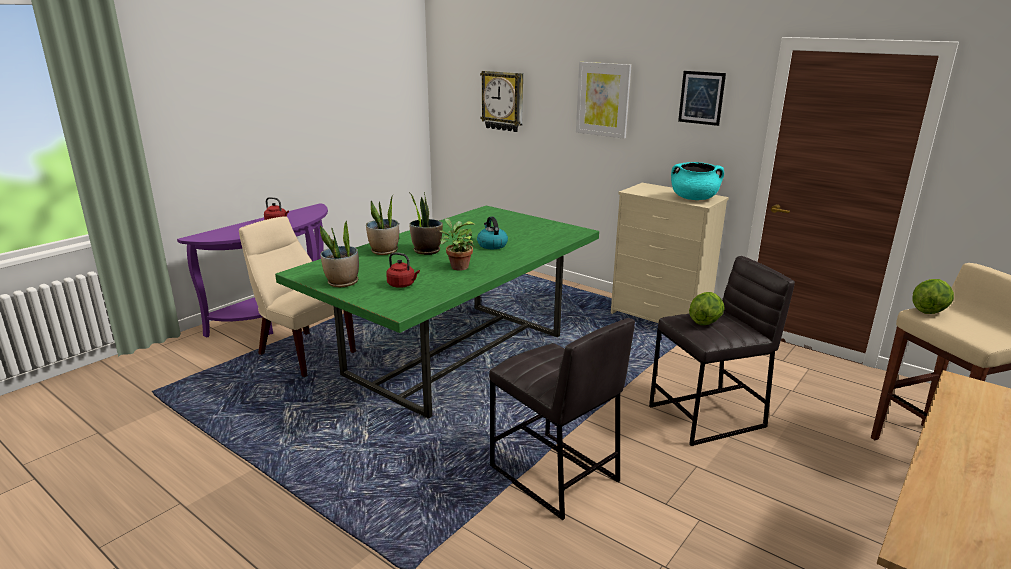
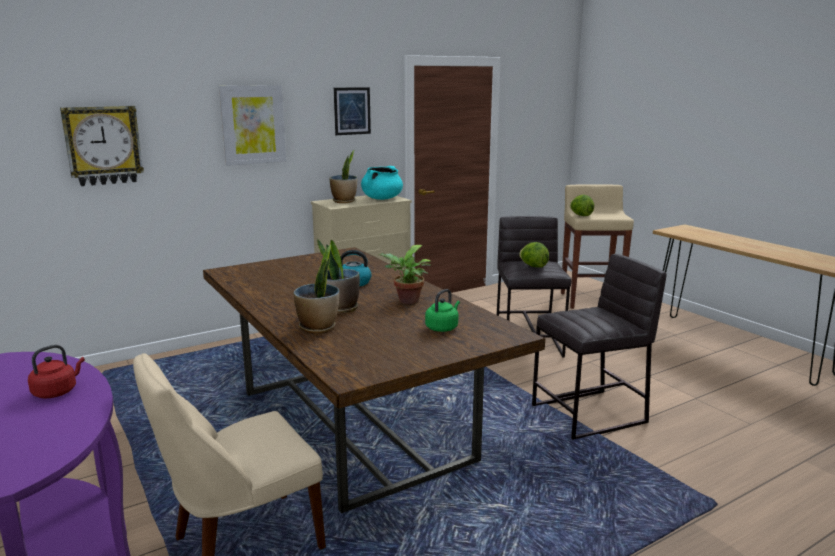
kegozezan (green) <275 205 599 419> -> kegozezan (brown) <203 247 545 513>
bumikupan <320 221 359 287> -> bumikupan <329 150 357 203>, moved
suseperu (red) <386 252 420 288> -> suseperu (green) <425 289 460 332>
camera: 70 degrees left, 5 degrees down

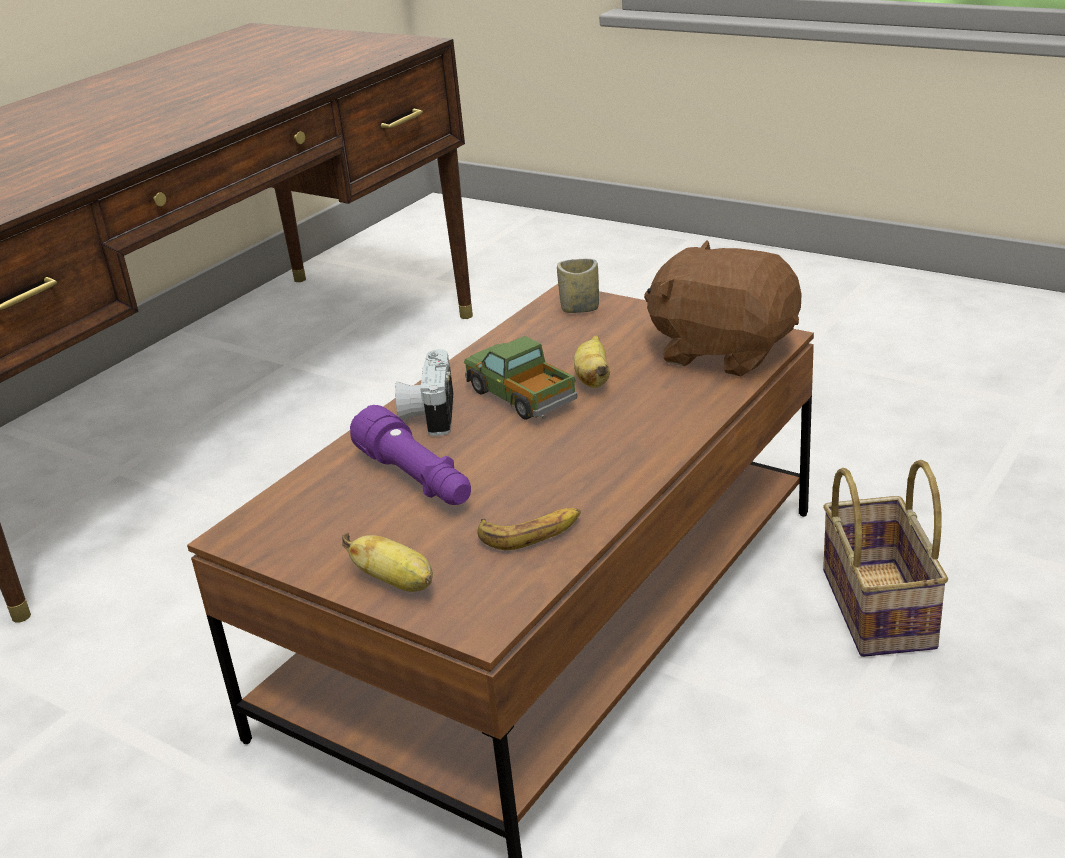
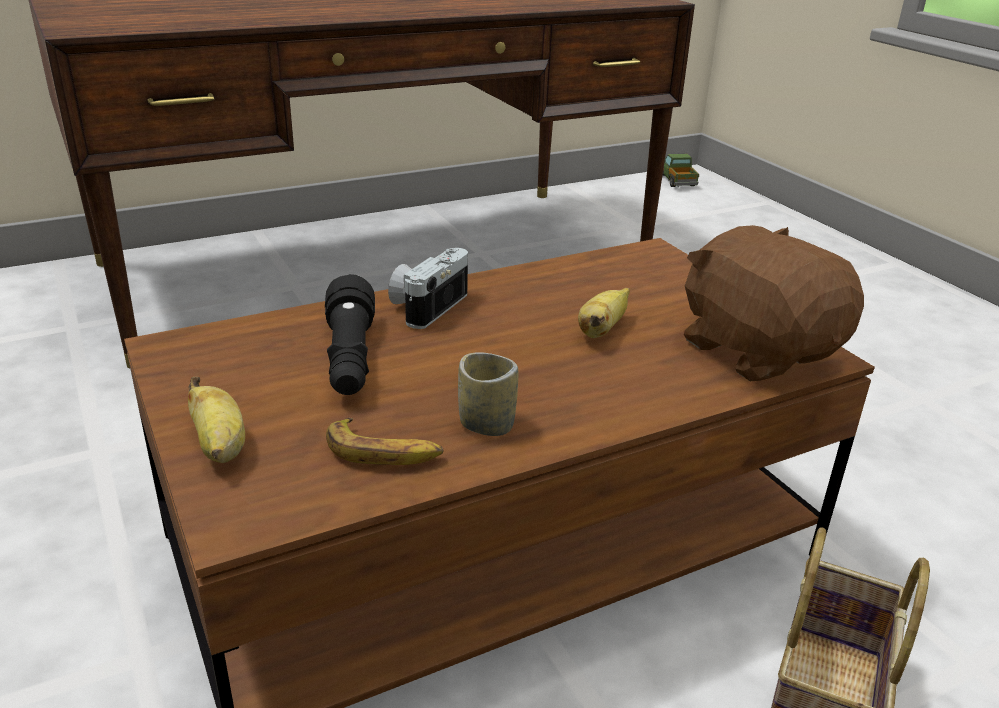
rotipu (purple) <350 405 471 505> -> rotipu (black) <325 274 375 395>
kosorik <557 259 599 313> -> kosorik <458 352 518 436>, moved
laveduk <464 336 577 420> -> laveduk <662 154 699 187>, moved
camera: 25 degrees right, 0 degrees up

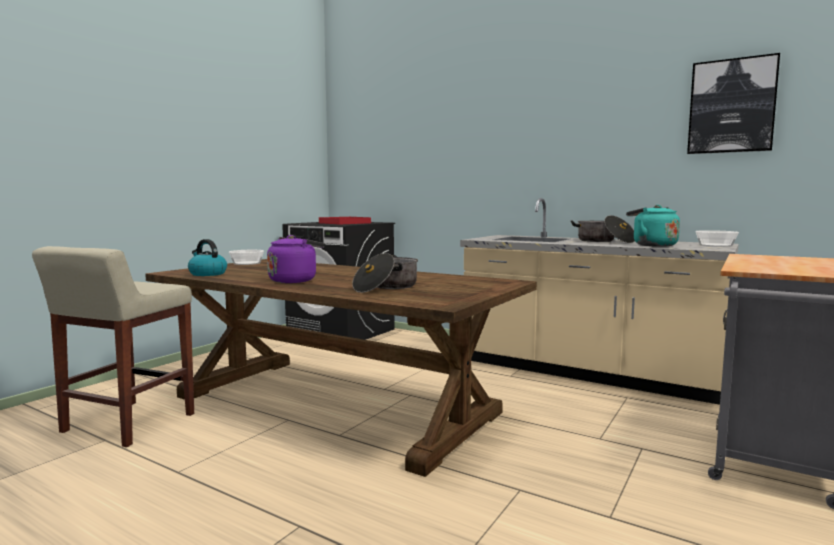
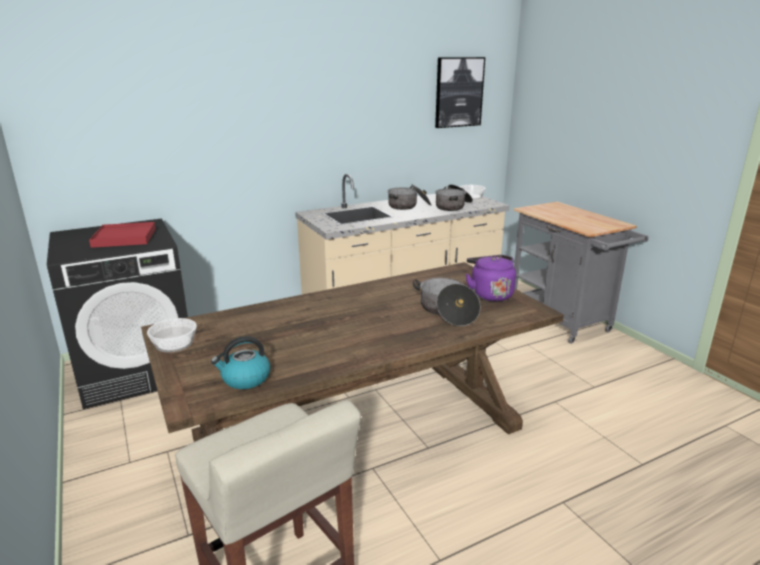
suseperu (turquoise) <626 205 680 247> -> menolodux <435 185 473 211>
suseperu (purple) <267 235 325 283> -> suseperu (purple) <466 255 516 302>, moved
camera: 60 degrees left, 15 degrees up

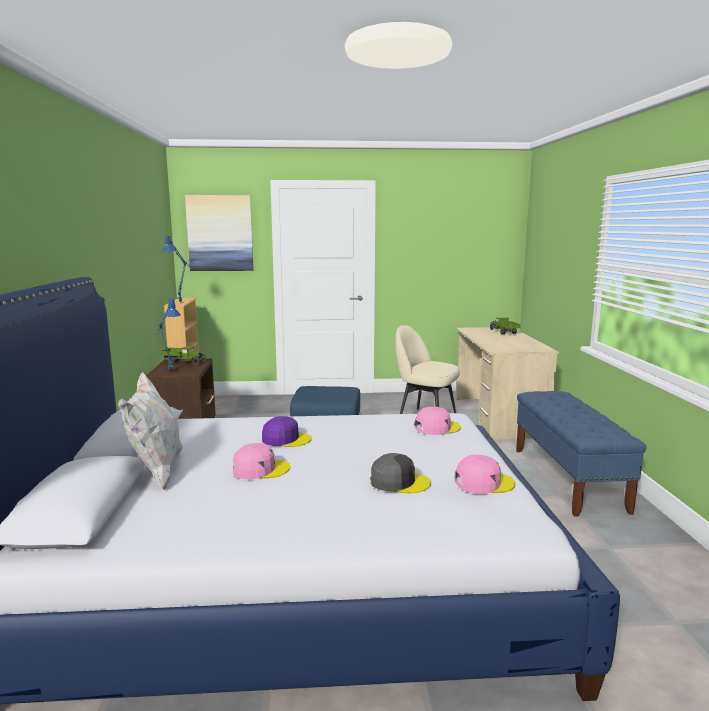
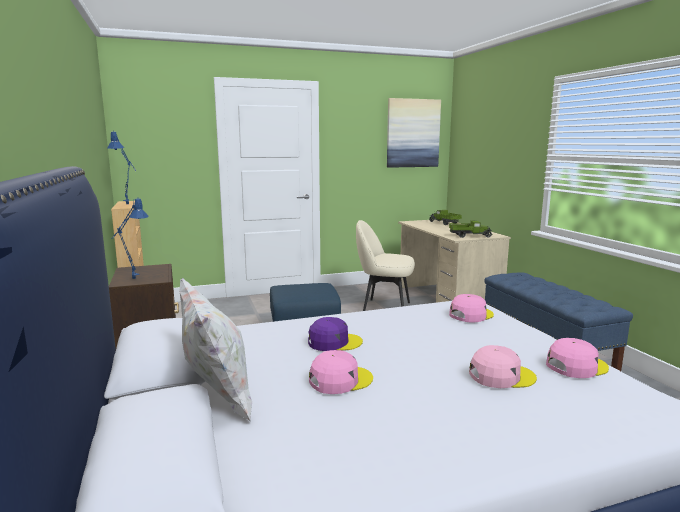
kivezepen <185 195 254 271> -> kivezepen <387 98 441 168>, moved
laveduk <161 346 206 365> -> laveduk <449 220 492 238>, moved
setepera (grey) <371 453 431 493> -> setepera (pink) <469 345 537 388>
camera: 15 degrees left, 0 degrees up

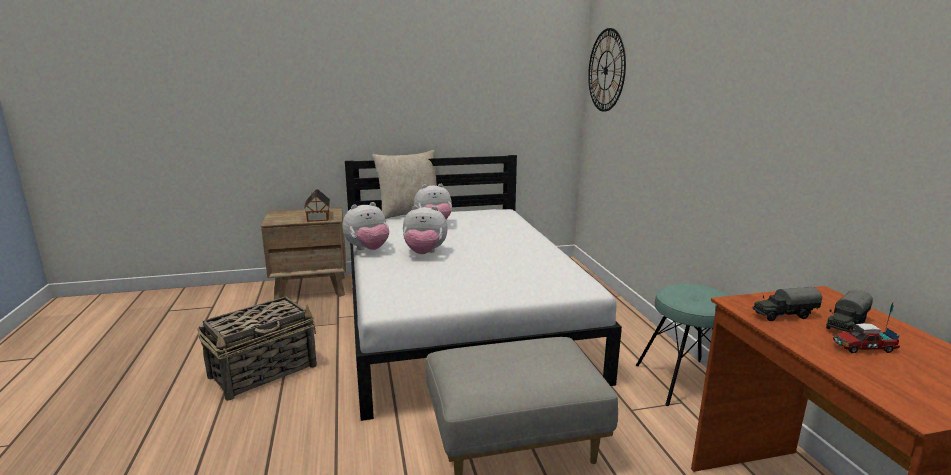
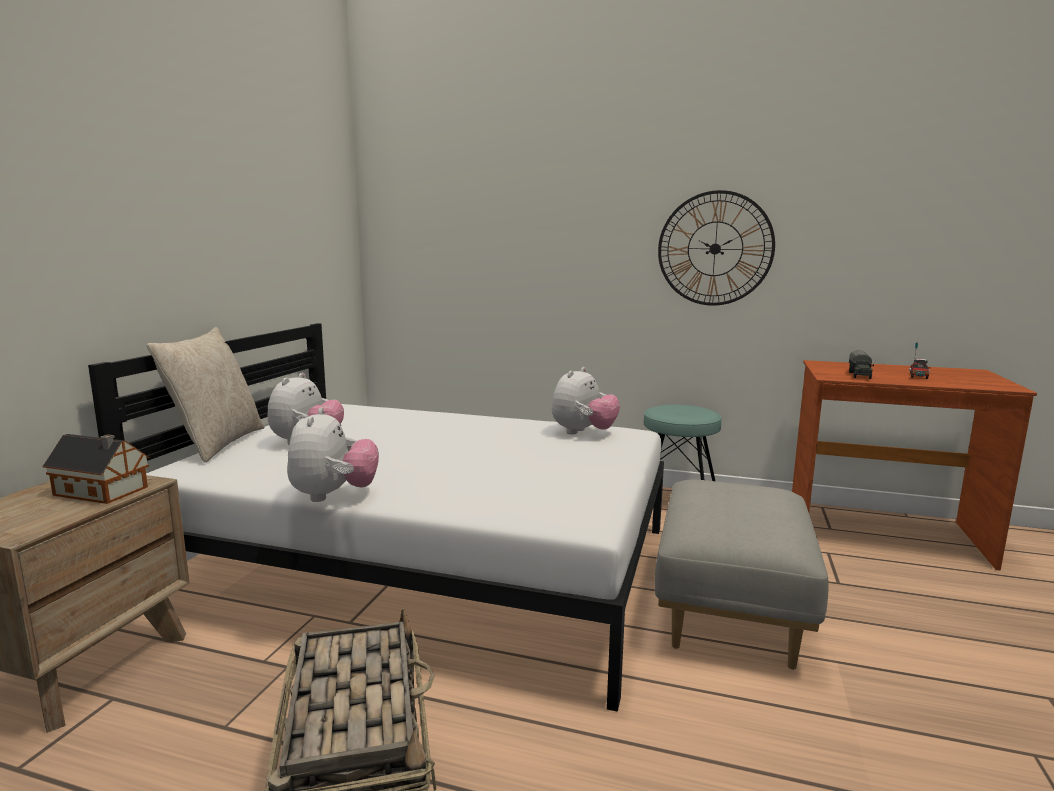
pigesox <403 206 448 254> -> pigesox <552 367 620 434>, moved
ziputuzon <588 28 626 112> -> ziputuzon <658 190 775 306>, moved
laveduk <826 290 873 332> -> none
camera: 60 degrees left, 5 degrees down

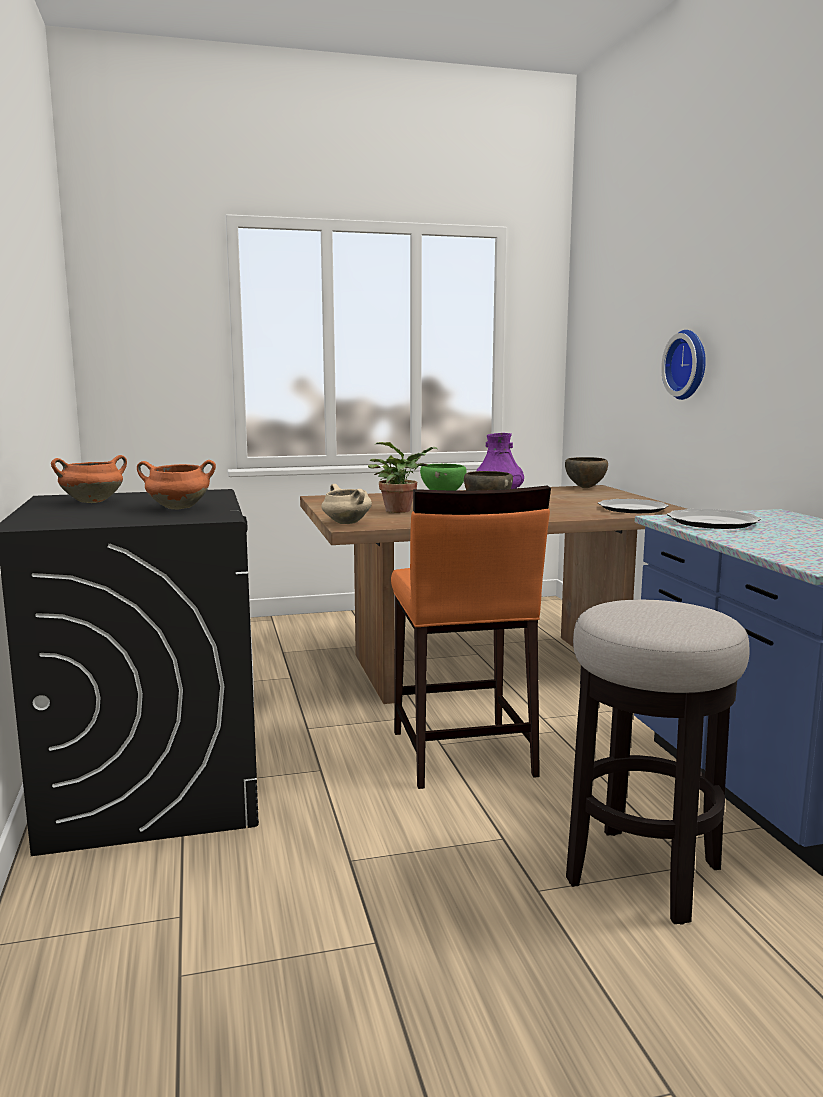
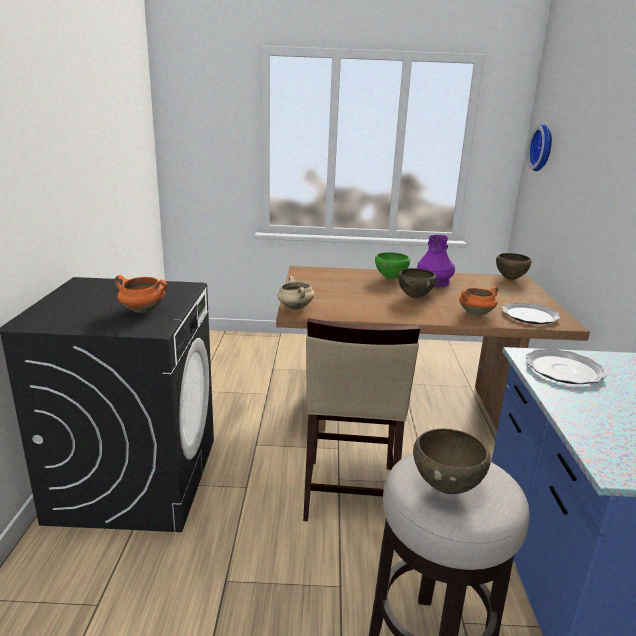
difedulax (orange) <391 485 551 789> -> difedulax (beige) <303 318 420 521>
none -> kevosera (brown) <413 429 491 494>
menolodux (orange) <51 455 127 503> -> menolodux (orange) <459 286 498 316>, moved
ziputuzon <661 330 706 400> -> ziputuzon <528 124 552 171>, moved
bumikupan <368 442 437 513> -> none
camera: 15 degrees right, 10 degrees up

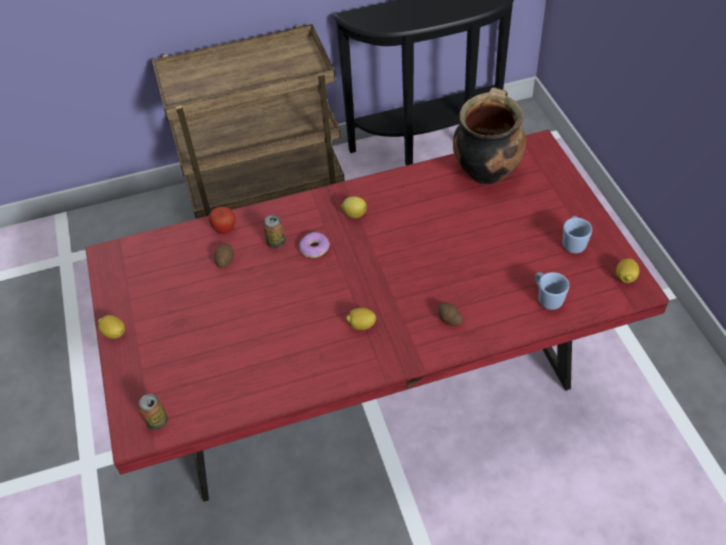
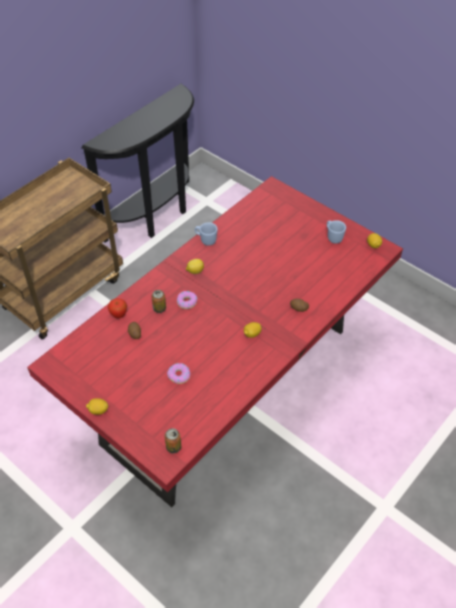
none -> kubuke <167 363 190 384>
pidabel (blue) <535 272 569 310> -> pidabel (blue) <195 222 218 246>, moved
menolodux <453 87 526 185> -> none
camera: 35 degrees left, 0 degrees up

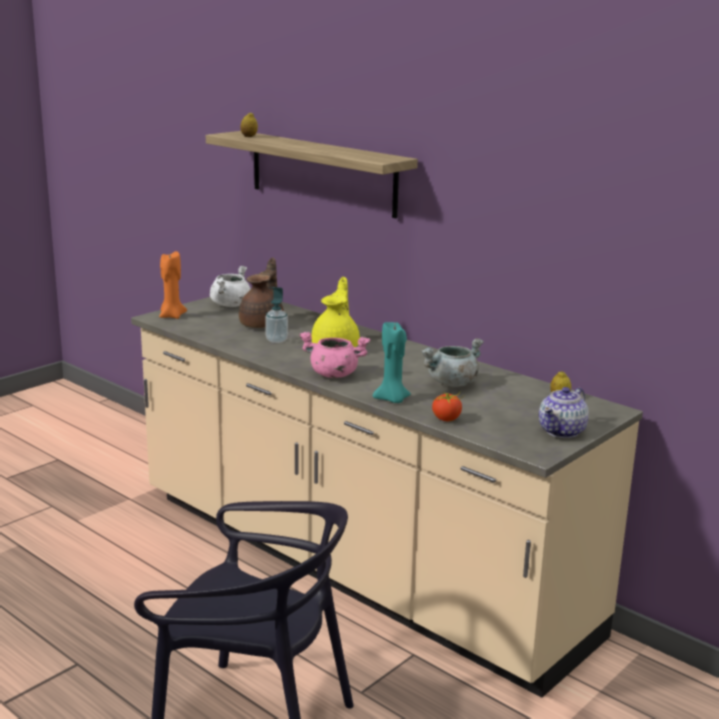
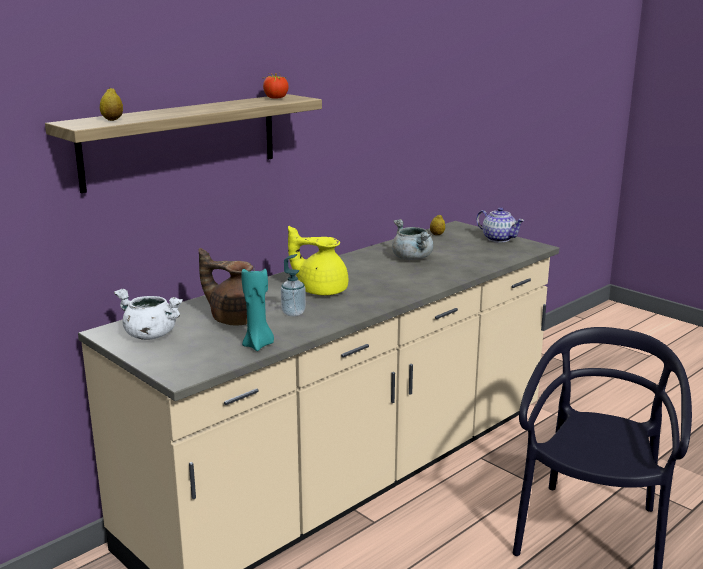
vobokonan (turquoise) <373 322 411 403> -> vobokonan (turquoise) <241 268 274 351>, moved
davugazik <432 392 465 421> -> davugazik <263 73 289 99>, moved
vobokonan (orange) <159 251 187 319> -> none
menolodux (pink) <299 332 370 378> -> none
camera: 85 degrees left, 0 degrees up

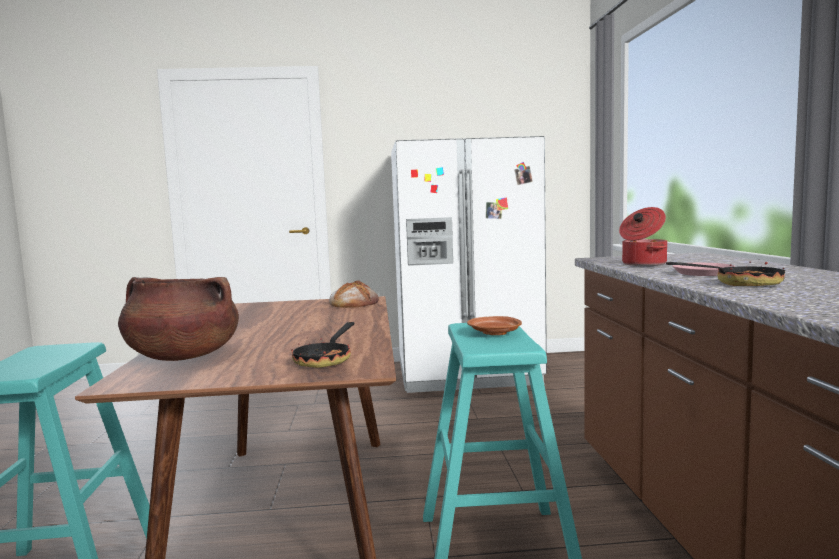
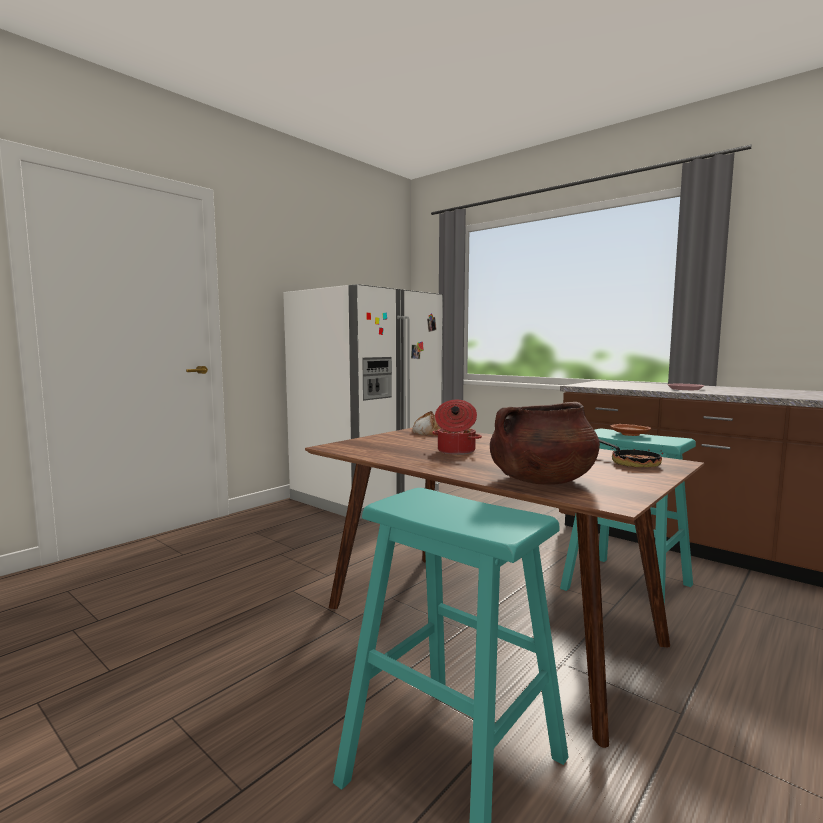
menolodux <619 207 667 266> -> menolodux <432 400 482 455>, moved
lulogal <666 259 785 286> -> none
camera: 45 degrees left, 0 degrees up

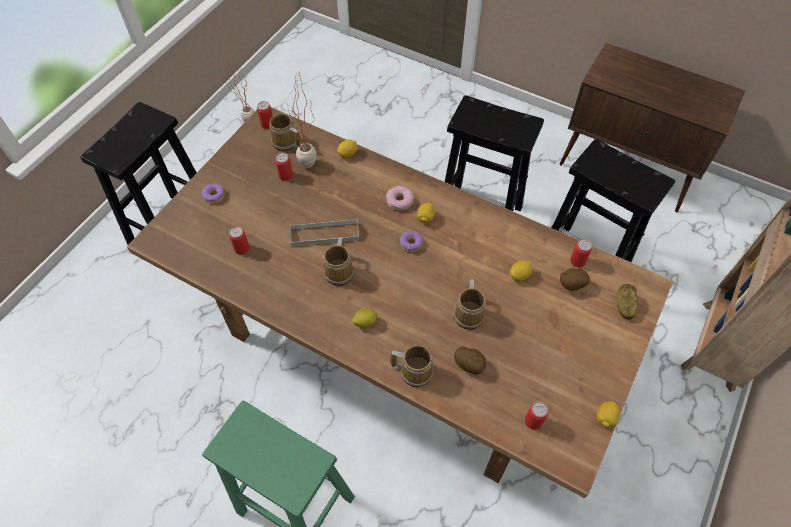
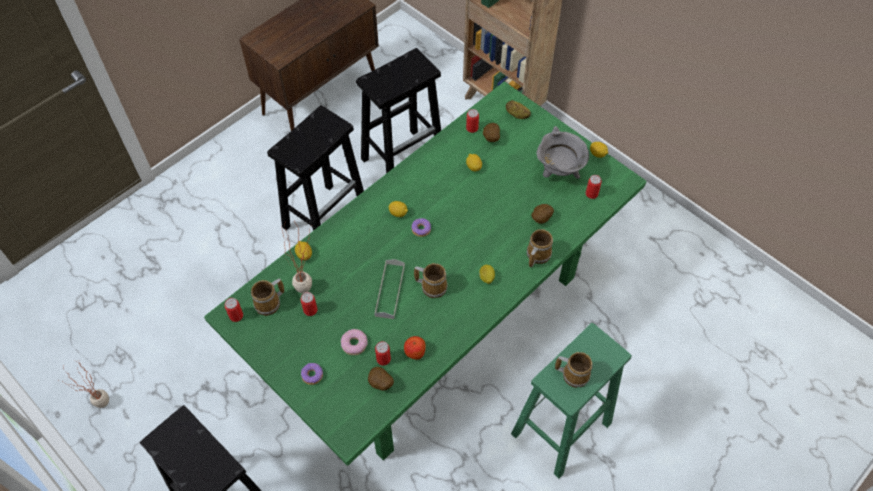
kegozezan (brown) <127 107 673 498> -> kegozezan (green) <204 81 647 466>
kubuke <386 186 414 211> -> kubuke <341 329 368 355>, moved
none -> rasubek <368 367 394 391>
none -> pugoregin <404 336 426 359>
none -> menolodux (grey) <536 126 589 179>
pidabel <454 279 486 330> -> pidabel <555 352 593 388>, moved
camera: 75 degrees left, 0 degrees up

